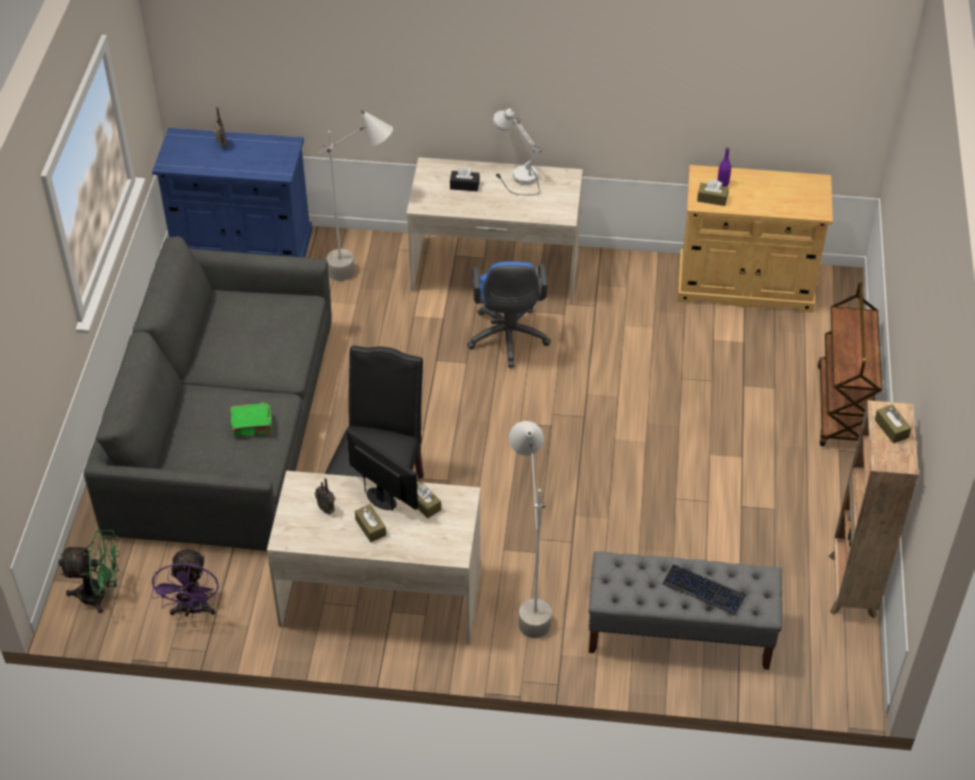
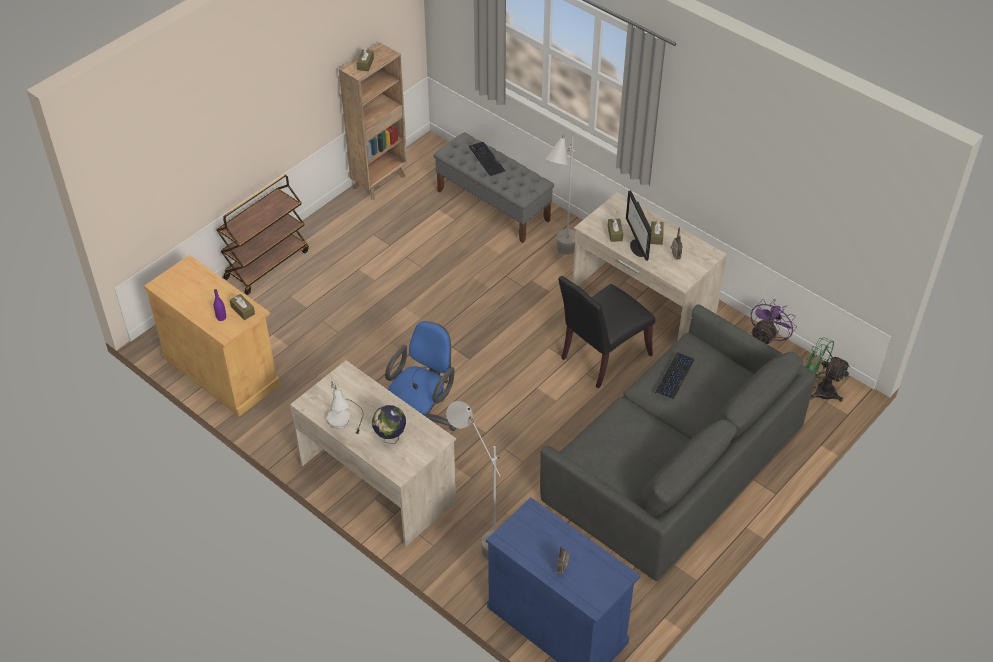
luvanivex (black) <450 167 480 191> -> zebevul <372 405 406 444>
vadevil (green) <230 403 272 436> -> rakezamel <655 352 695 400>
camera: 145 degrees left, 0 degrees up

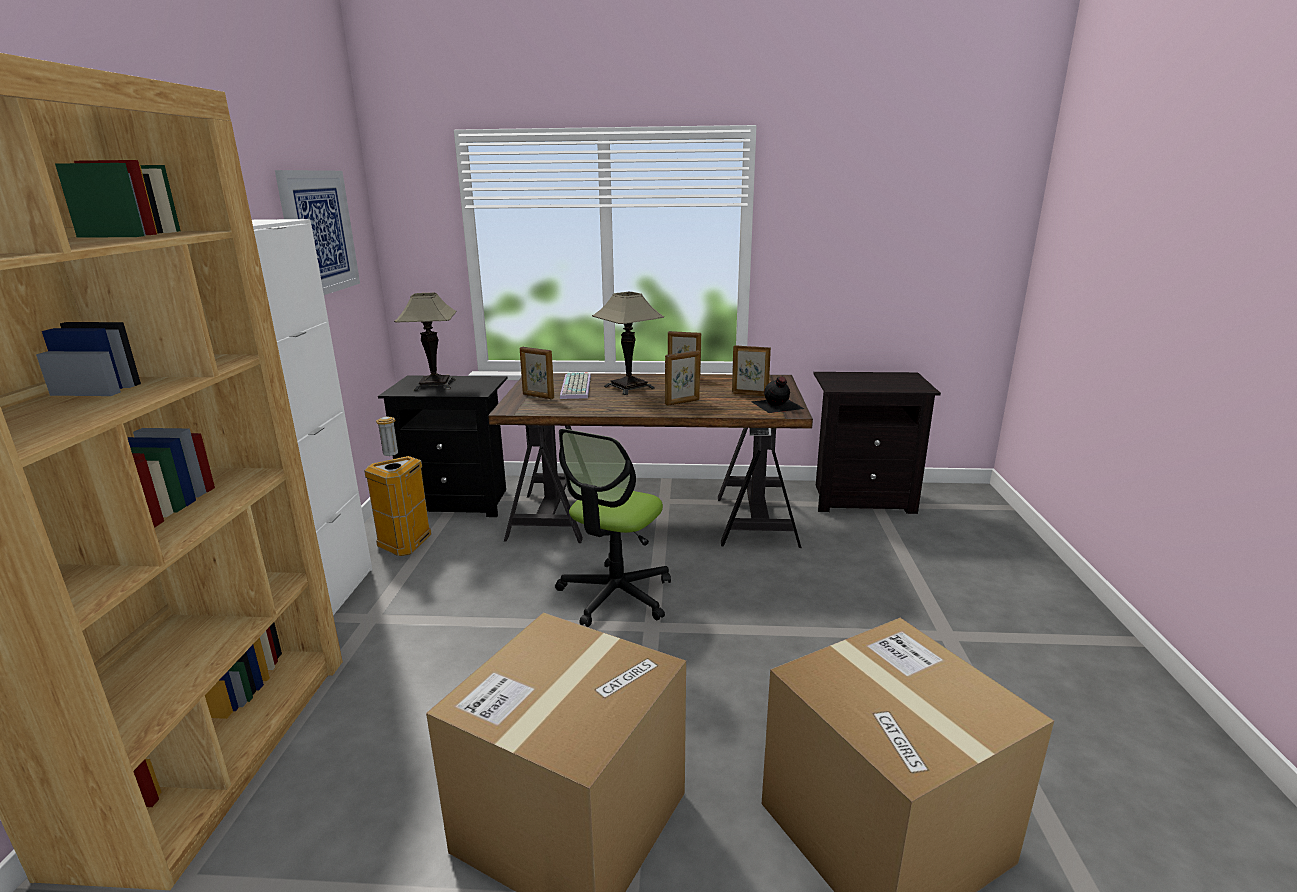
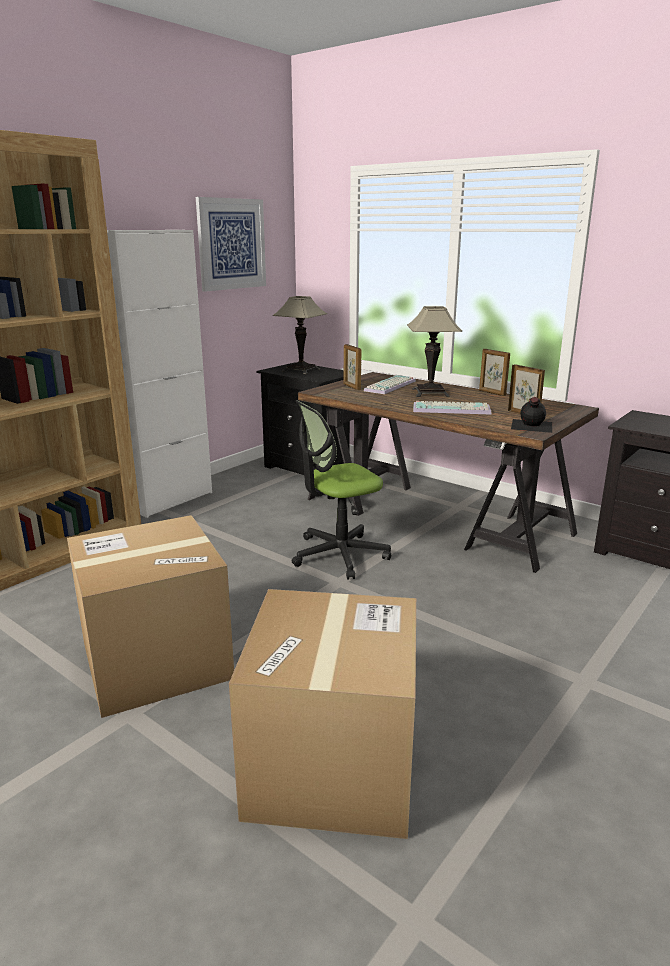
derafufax <665 351 700 406> -> rakezamel <413 401 491 415>
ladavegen <364 417 432 556> -> none
camera: 35 degrees right, 0 degrees up

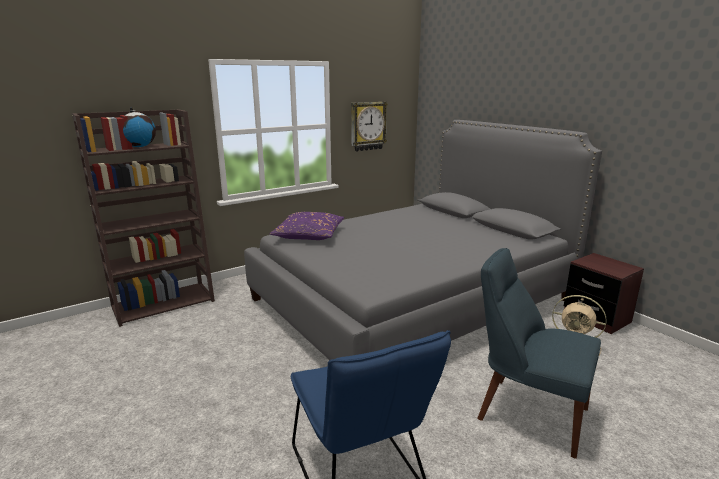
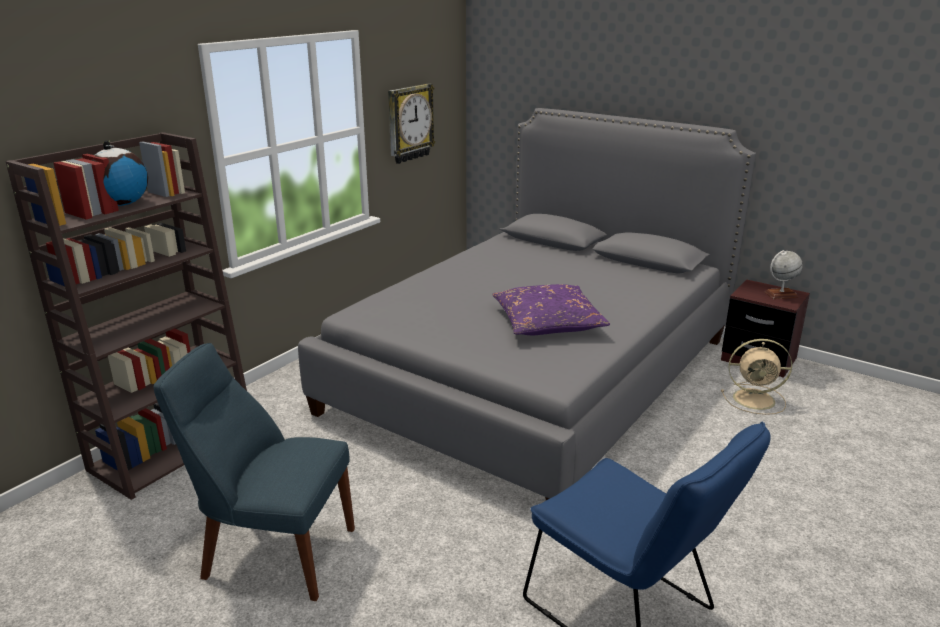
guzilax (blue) <477 248 601 459> -> guzilax (blue) <154 343 355 601>, moved
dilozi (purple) <270 212 344 240> -> dilozi (purple) <492 284 610 335>, moved
none -> zebevul <765 250 803 299>
camera: 20 degrees left, 5 degrees up

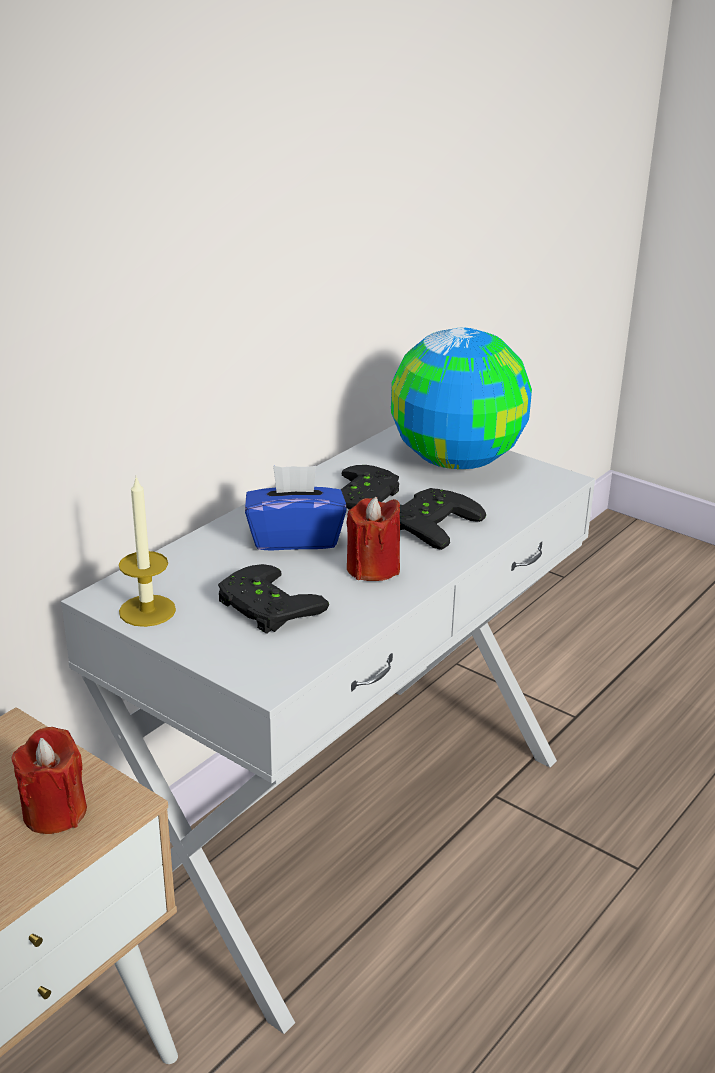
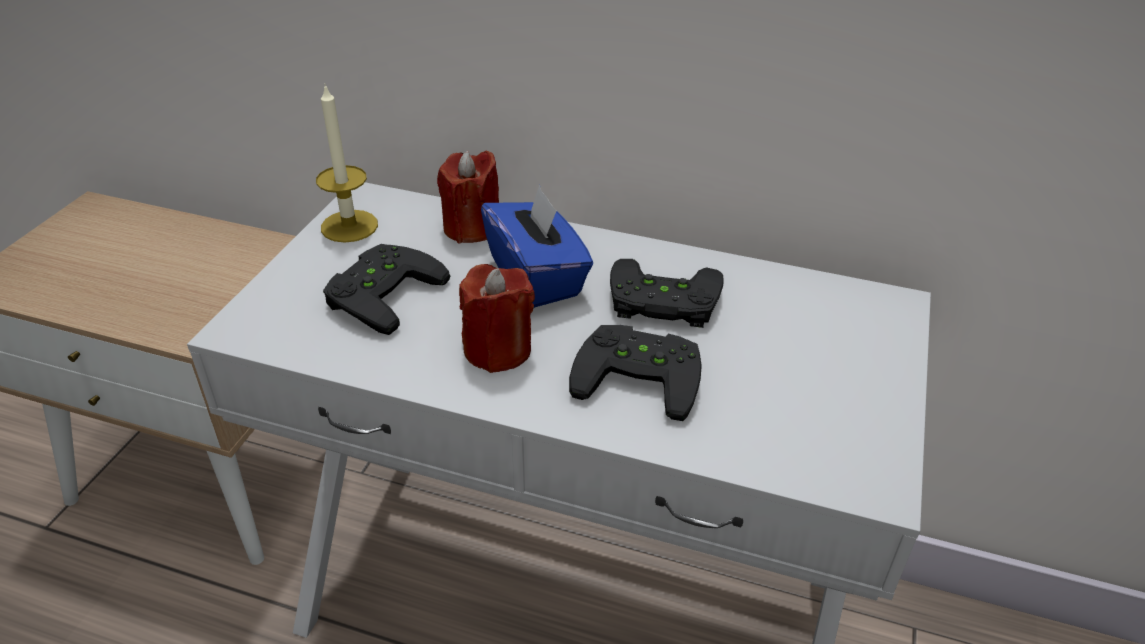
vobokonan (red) <11 727 87 834> -> vobokonan (red) <437 150 499 243>, moved
zebevul <391 327 532 469> -> none
camera: 70 degrees right, 10 degrees up

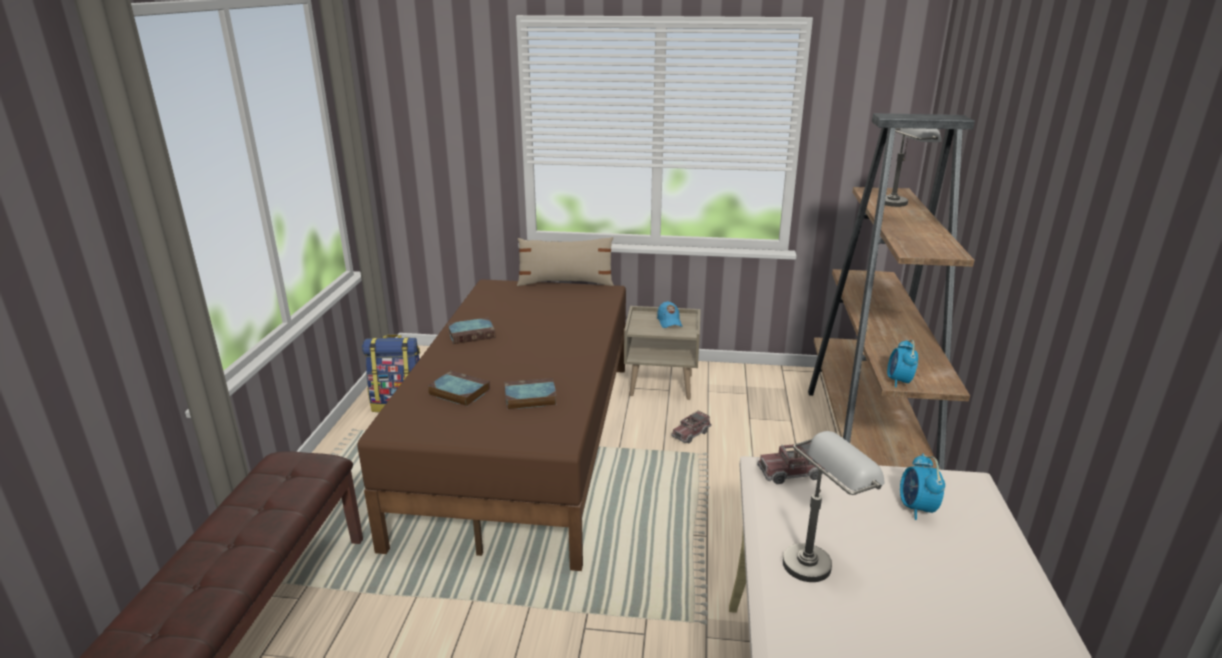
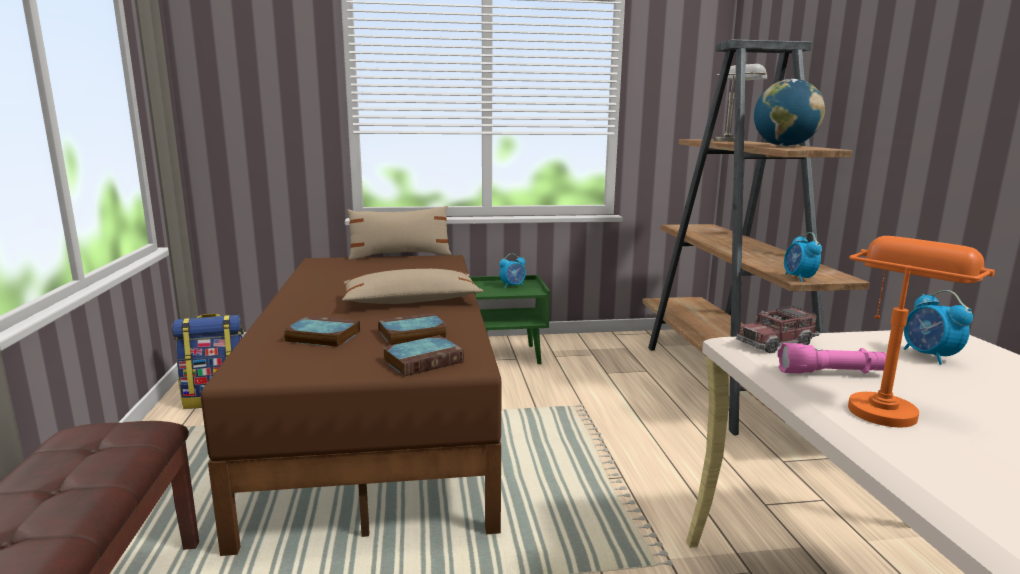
none -> dilozi (beige) <342 269 483 304>
vadevil <447 318 496 344> -> vadevil <382 335 464 376>, moved
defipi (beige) <624 306 701 400> -> defipi (green) <470 275 550 364>
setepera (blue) <657 301 682 328> -> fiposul <499 253 526 288>
none -> zebevul <754 79 825 146>
none -> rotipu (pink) <777 343 887 374>
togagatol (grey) <783 431 884 582> -> togagatol (orange) <848 236 995 427>
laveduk <671 411 712 443> -> none
camera: 15 degrees left, 10 degrees down

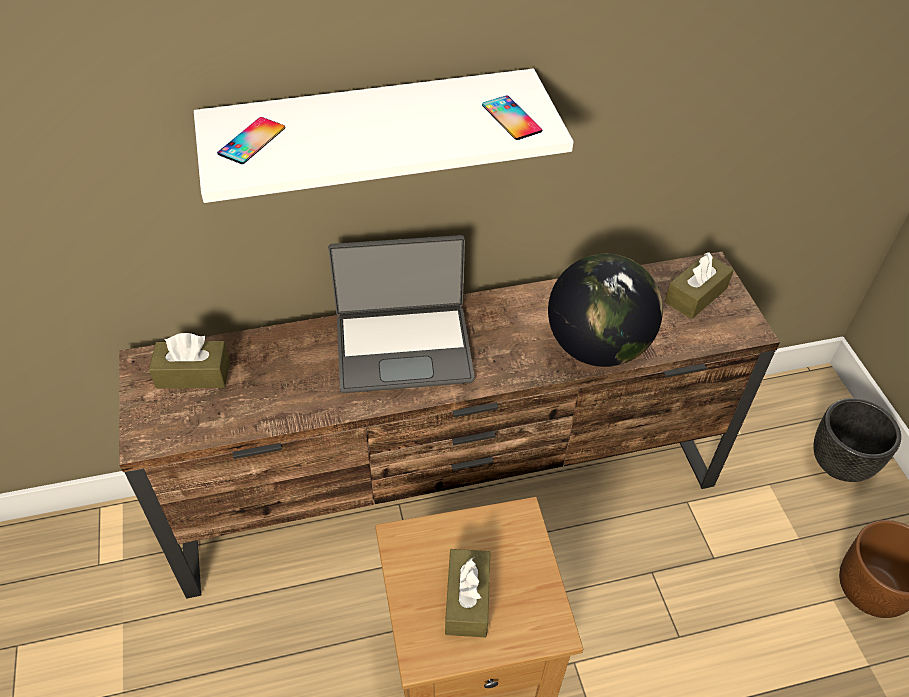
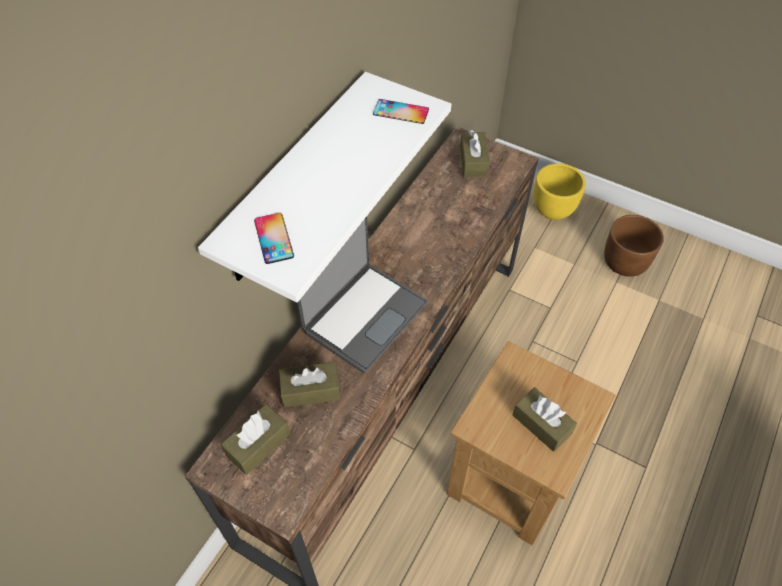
none -> luvanivex (brown) <279 362 340 408>
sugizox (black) <813 398 901 482> -> sugizox (yellow) <534 163 586 220>
zebevul <548 254 663 367> -> none
camera: 45 degrees left, 5 degrees up

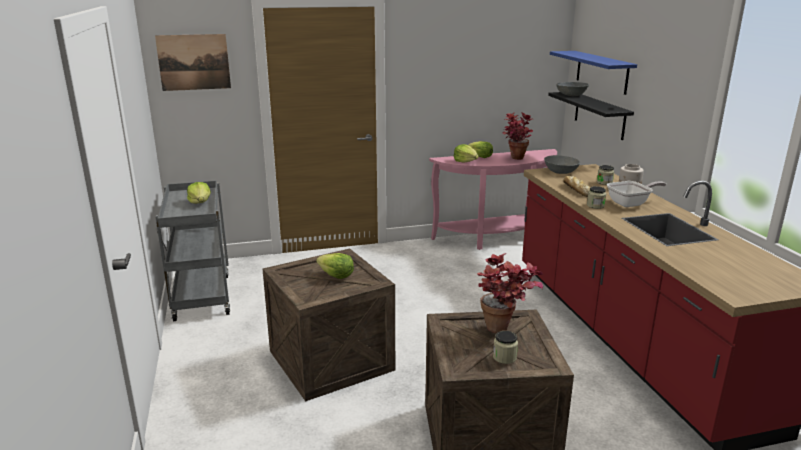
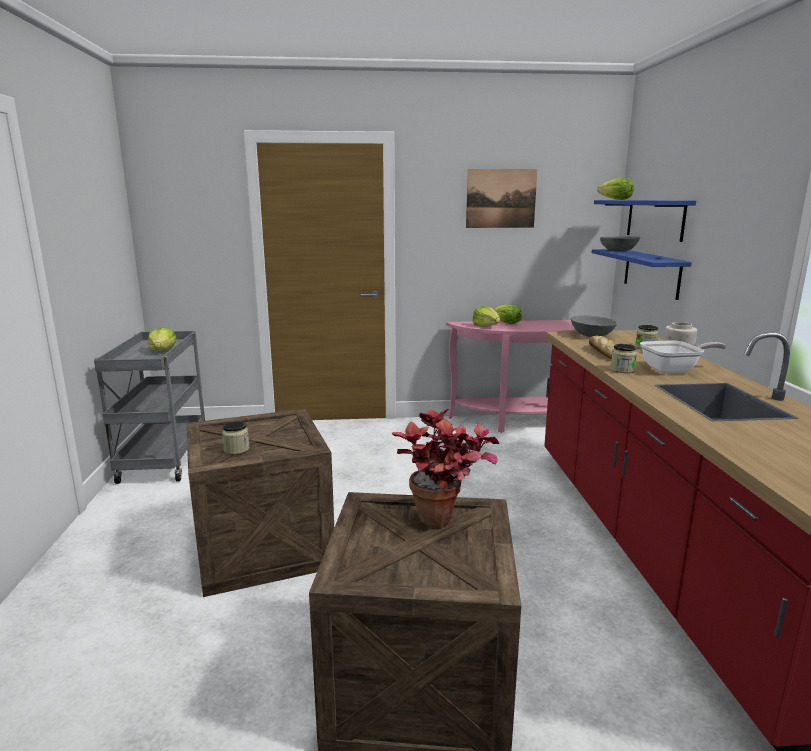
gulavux <493 331 518 364> -> gulavux <222 421 249 454>, moved
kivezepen <155 34 231 91> -> kivezepen <466 169 537 228>, moved
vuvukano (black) <548 92 634 140> -> vuvukano (blue) <592 249 692 300>
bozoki <316 253 354 279> -> bozoki <597 178 634 200>, moved
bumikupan <502 112 533 160> -> none
camera: 10 degrees right, 5 degrees down

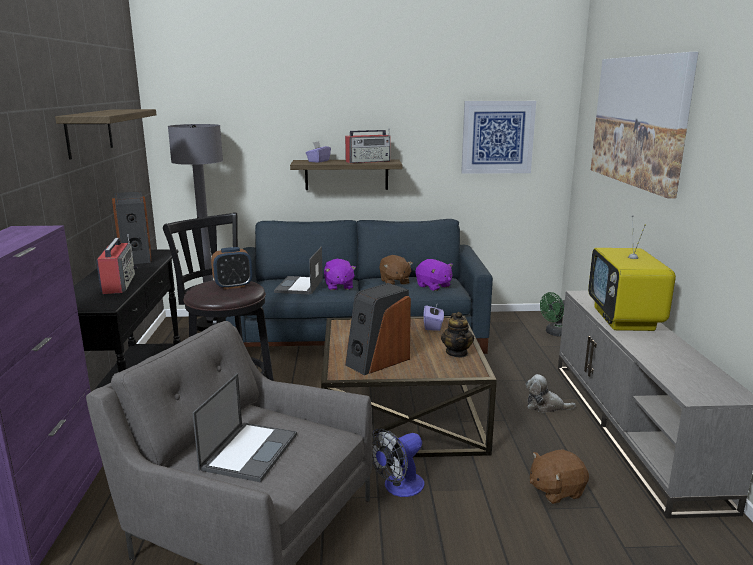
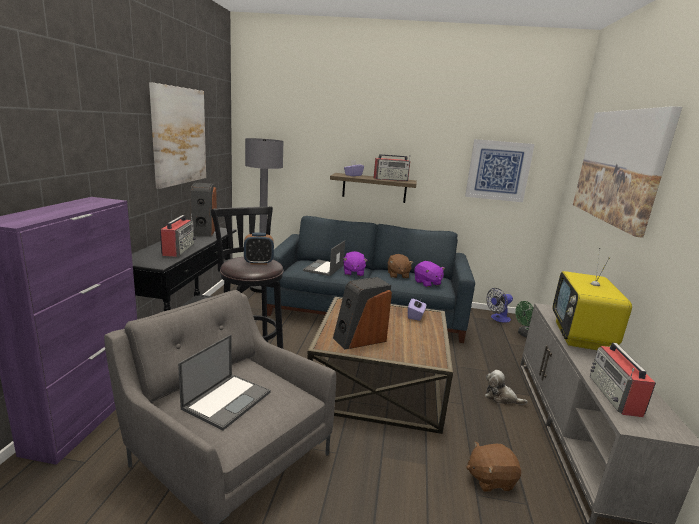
vuvukano <55 109 156 160> -> kivezepen <149 82 206 189>
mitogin <372 429 425 497> -> mitogin <487 288 513 323>, moved
none -> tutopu <590 343 656 417>
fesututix <441 312 474 357> -> none
camera: 10 degrees right, 0 degrees up

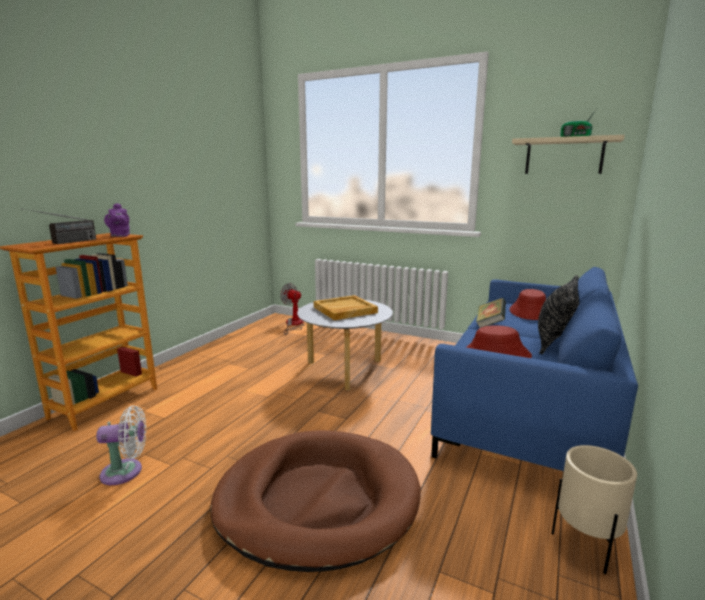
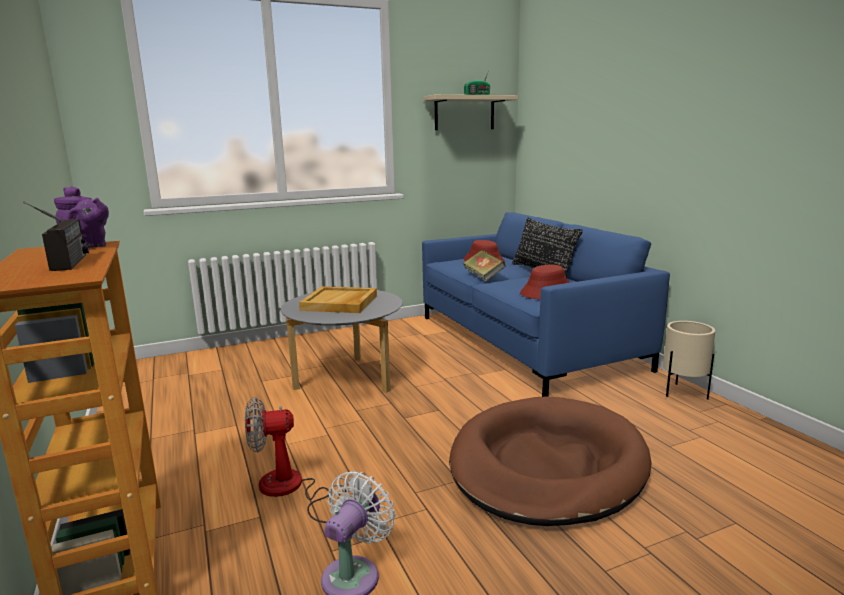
mitogin <280 283 304 335> -> mitogin <245 397 349 523>, moved
camera: 50 degrees left, 0 degrees up

